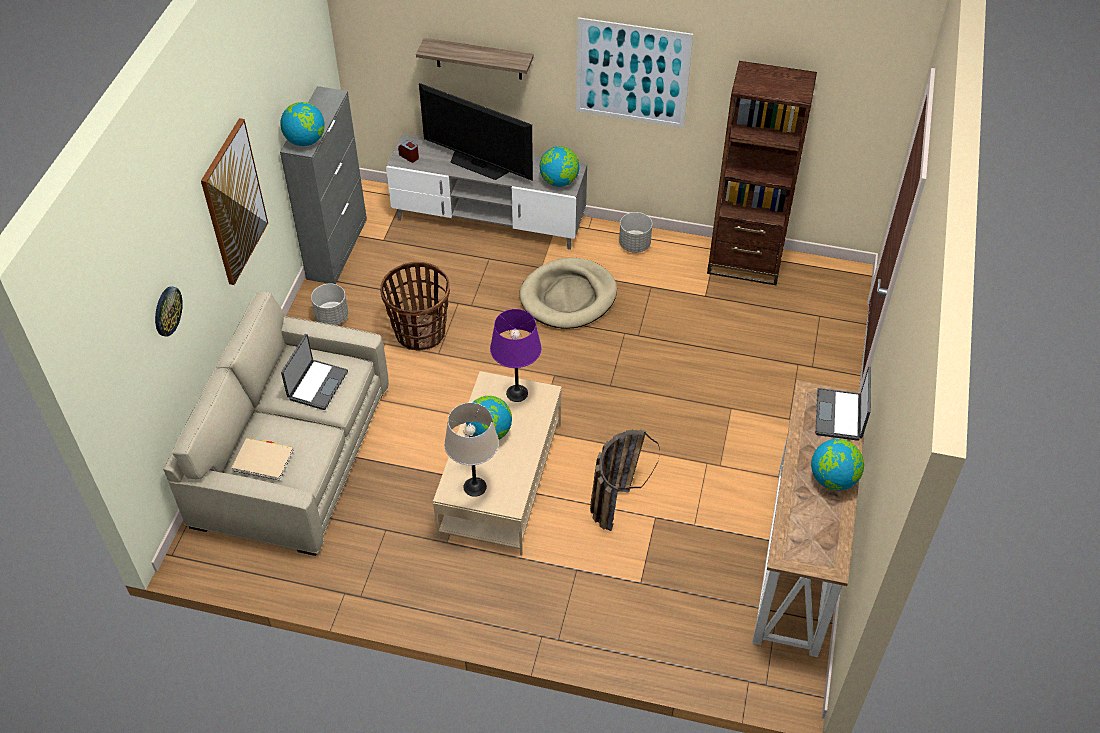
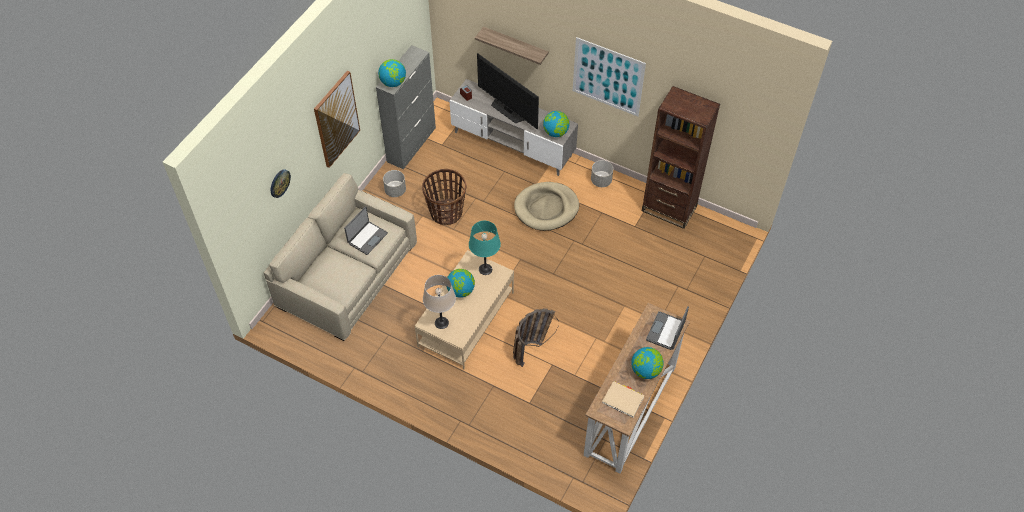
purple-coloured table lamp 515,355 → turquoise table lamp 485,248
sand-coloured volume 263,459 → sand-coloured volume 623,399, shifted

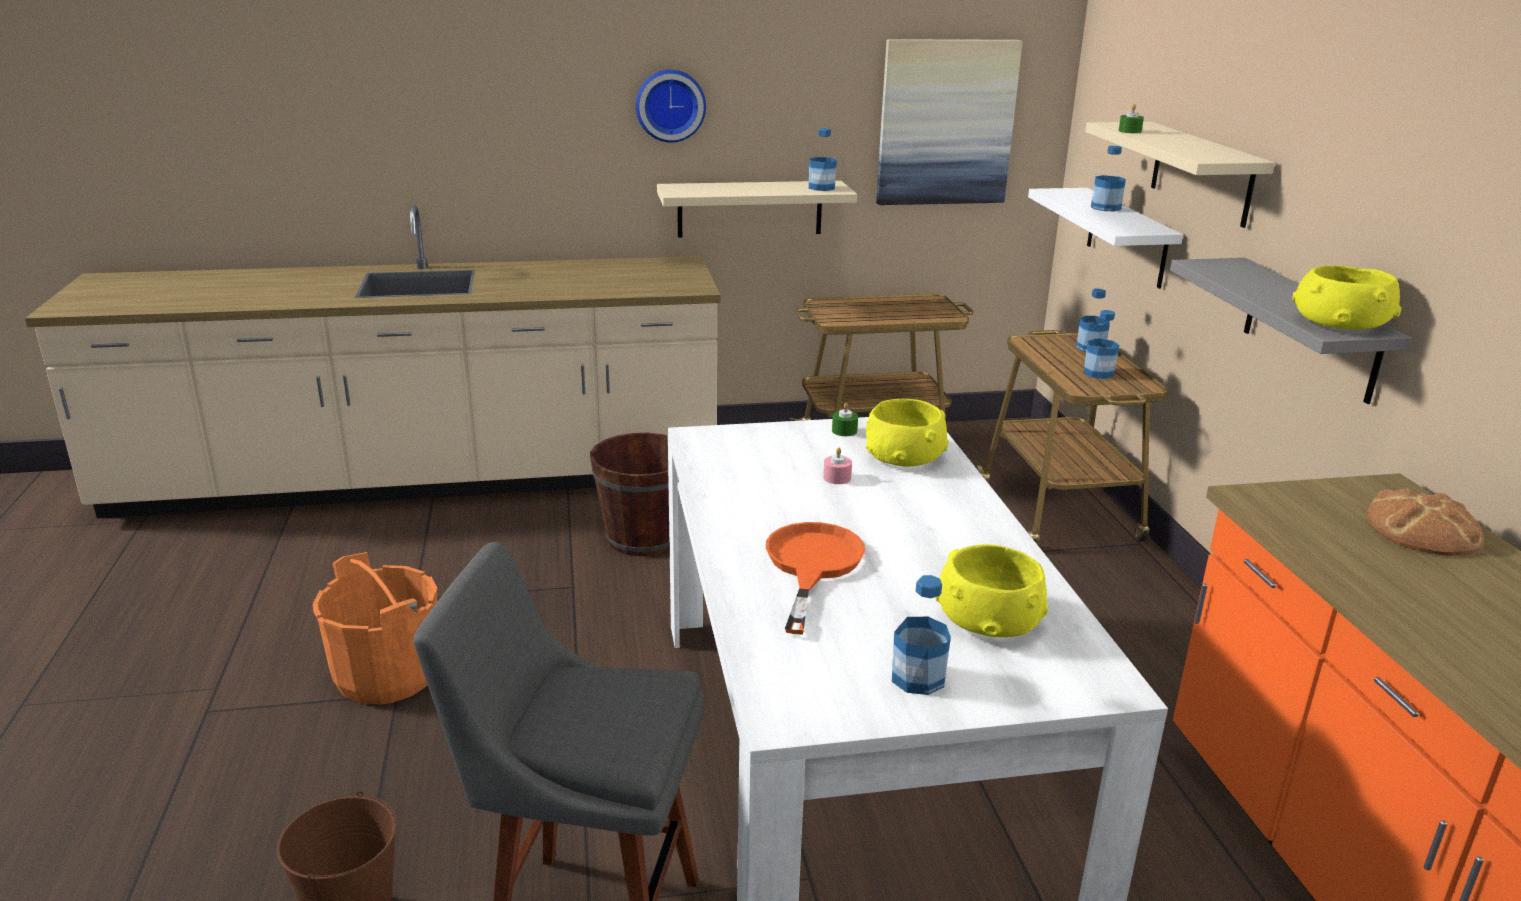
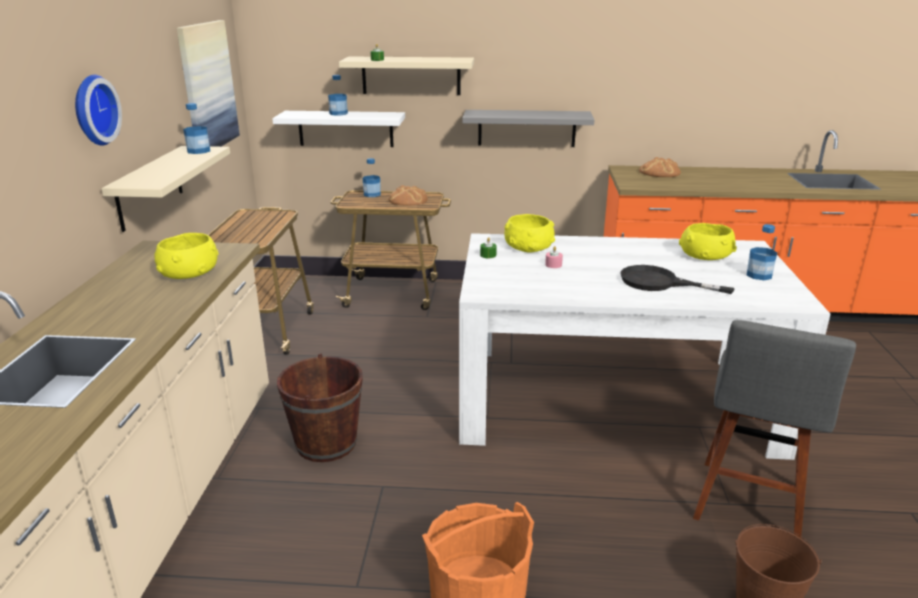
yellow bowl 1347,297 → yellow bowl 186,256, shifted
beverage bottle 1101,344 → bakery bread 408,195
orangey pan 815,578 → black-coloured pan 677,279

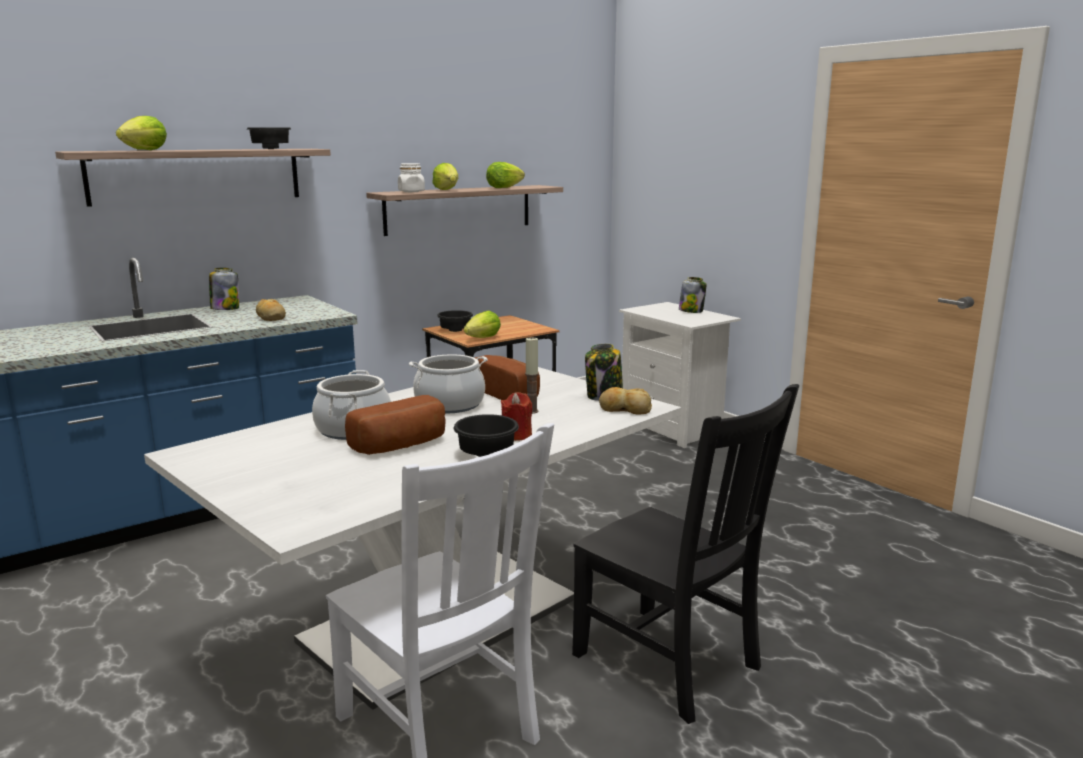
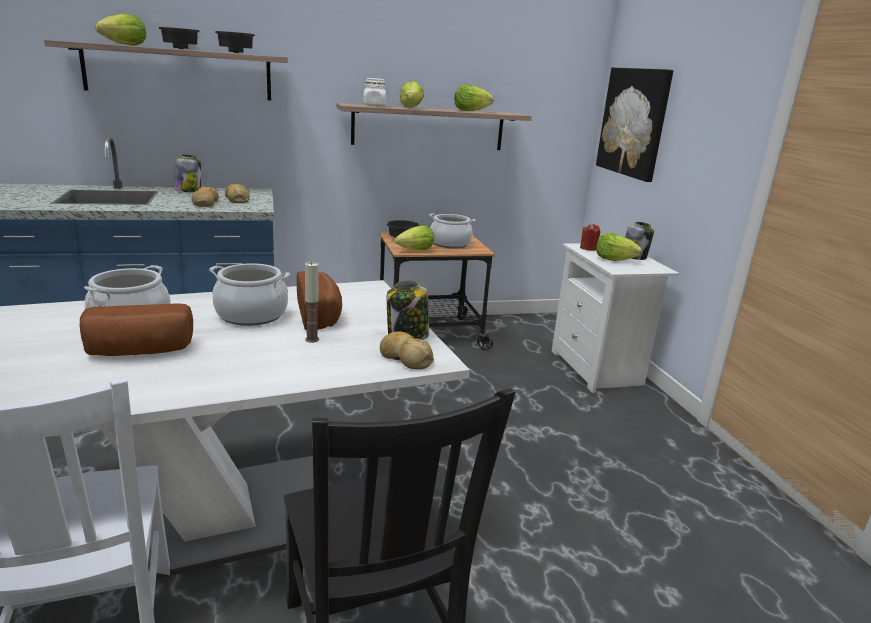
black-coloured bowl 486,435 → black-coloured bowl 179,38, shifted
- → bakery bread 237,193
- → stockpot 452,231
reddish candle 516,416 → reddish candle 590,237, shifted
- → wall art 635,125
- → head of lettuce 619,247

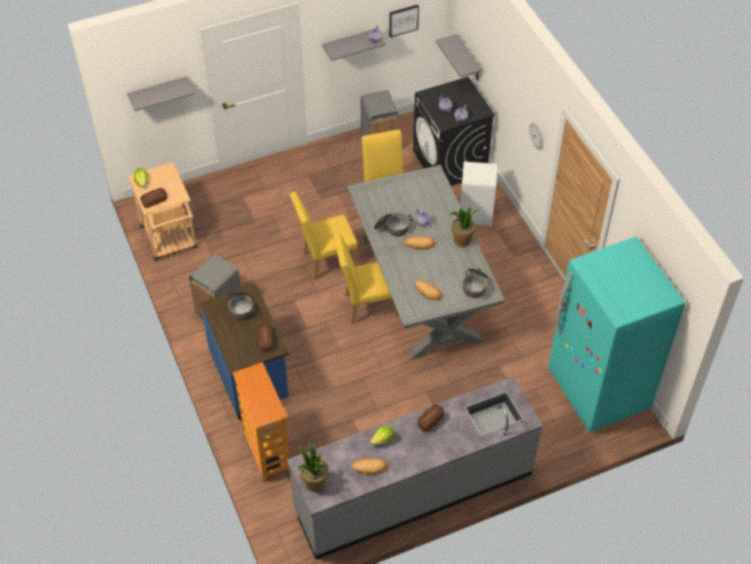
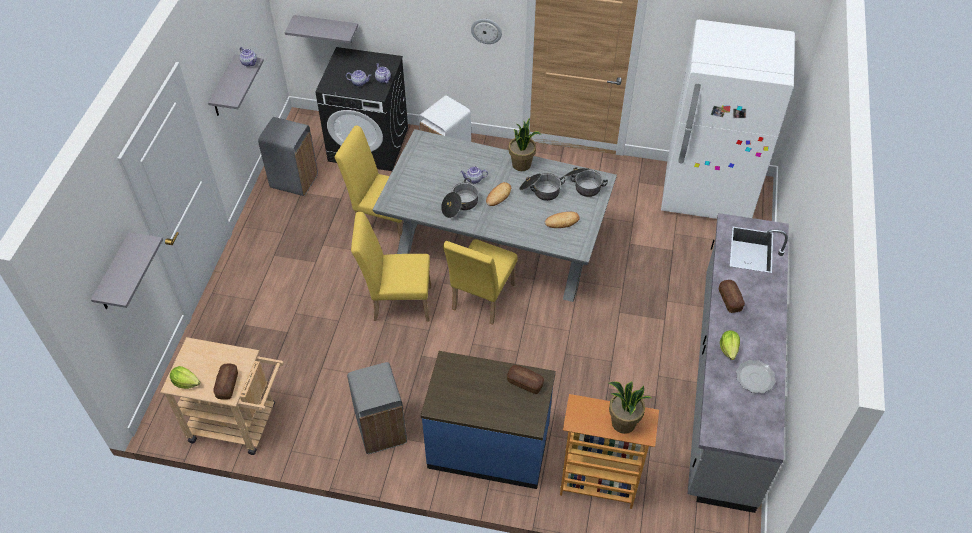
yellow upright chair 323,236 → yellow upright chair 391,267, 75 degrees clockwise
stockpot 240,305 → stockpot 542,187, shifted
potted plant 313,467 → potted plant 630,407, shifted
turquoise fridge 616,335 → white fridge 728,119
bakery bread 370,466 → flat dish 756,376
wall art 404,21 → -

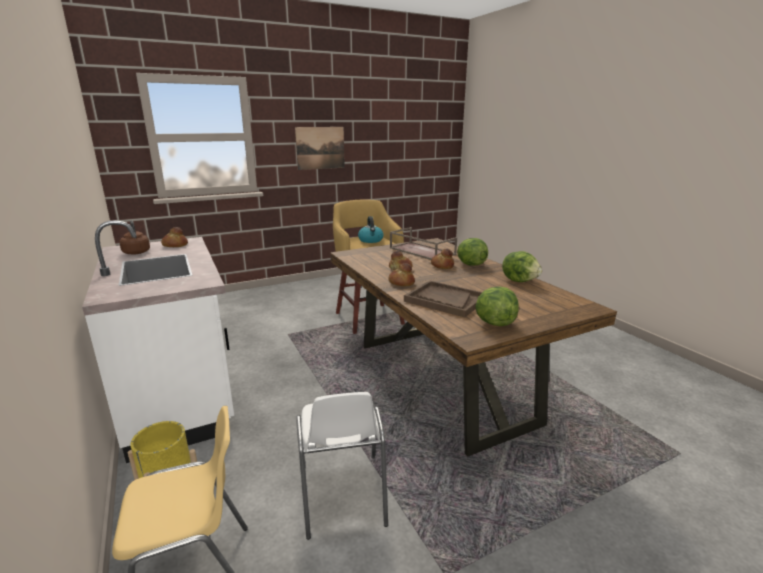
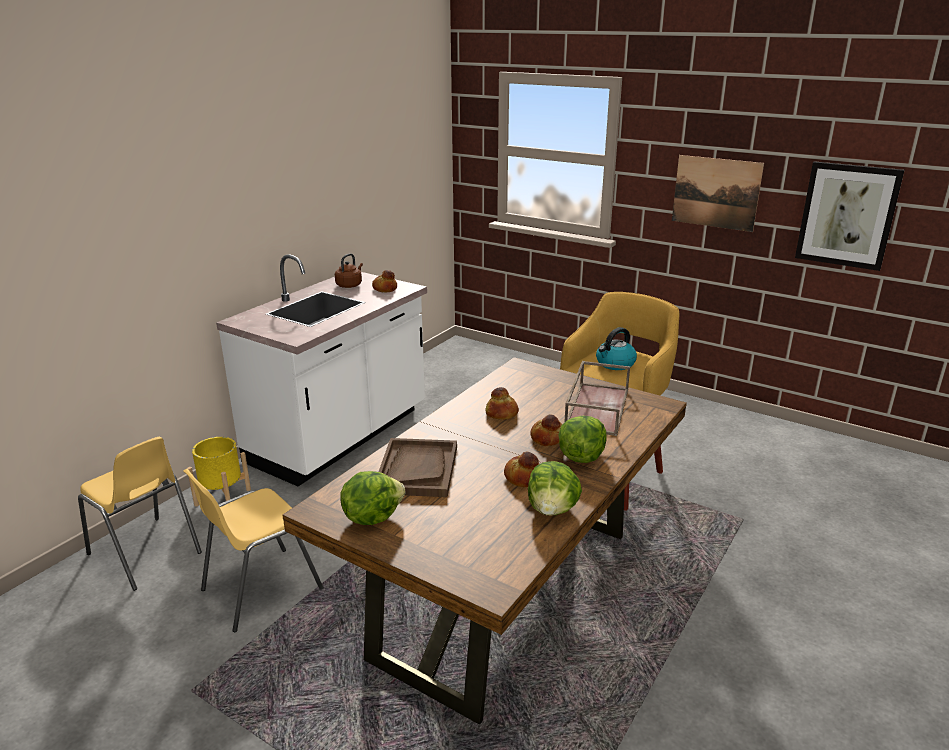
white upright chair 342,466 → yellow upright chair 253,550
bakery bread 401,274 → bakery bread 521,469, shifted
- → wall art 849,216

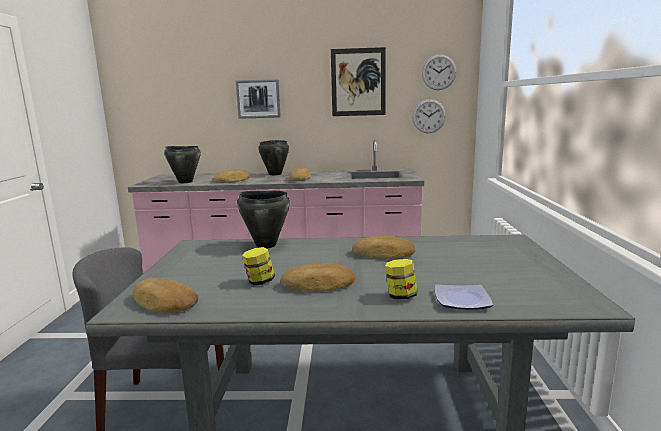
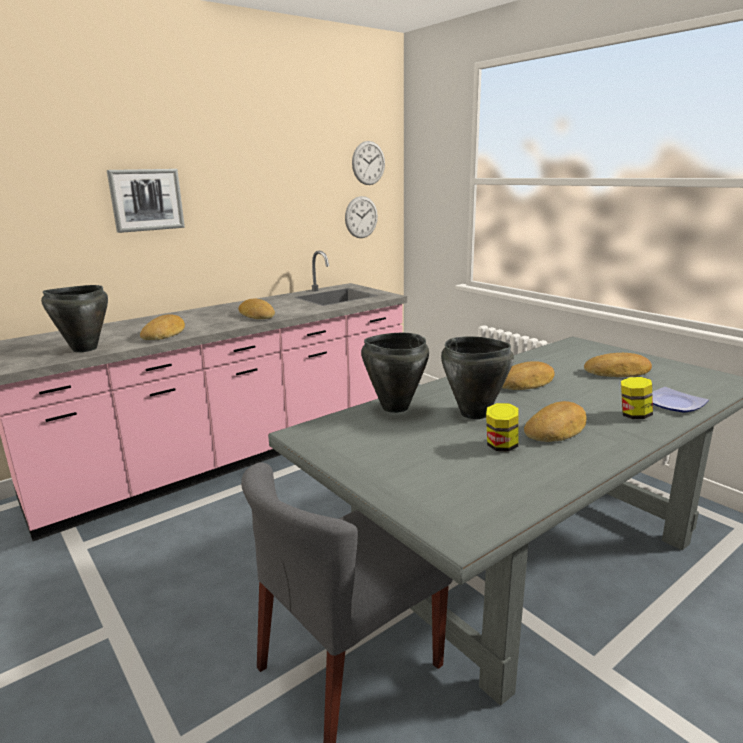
black-coloured stockpot 273,157 → black-coloured stockpot 477,377, shifted
bakery bread 165,295 → bakery bread 618,365, shifted
wall art 358,81 → -

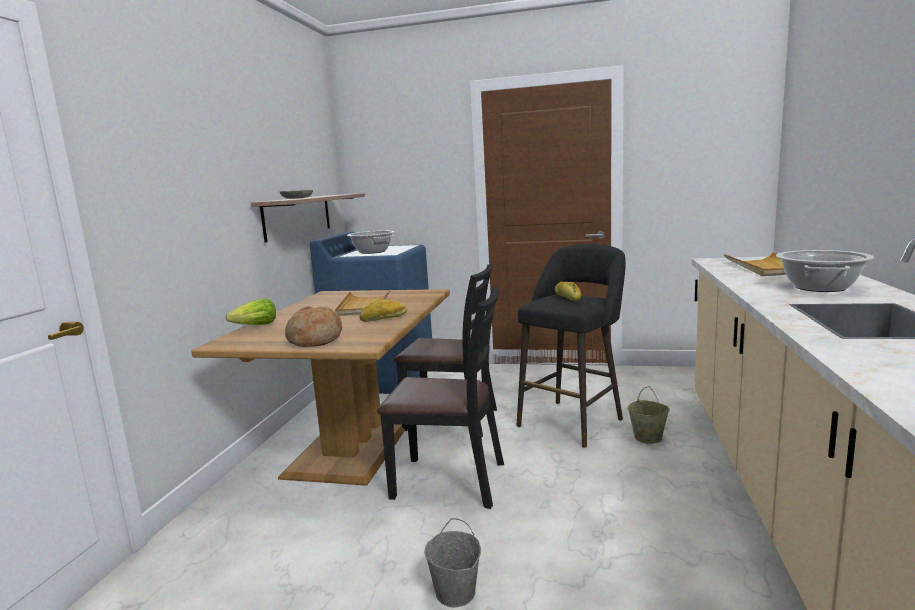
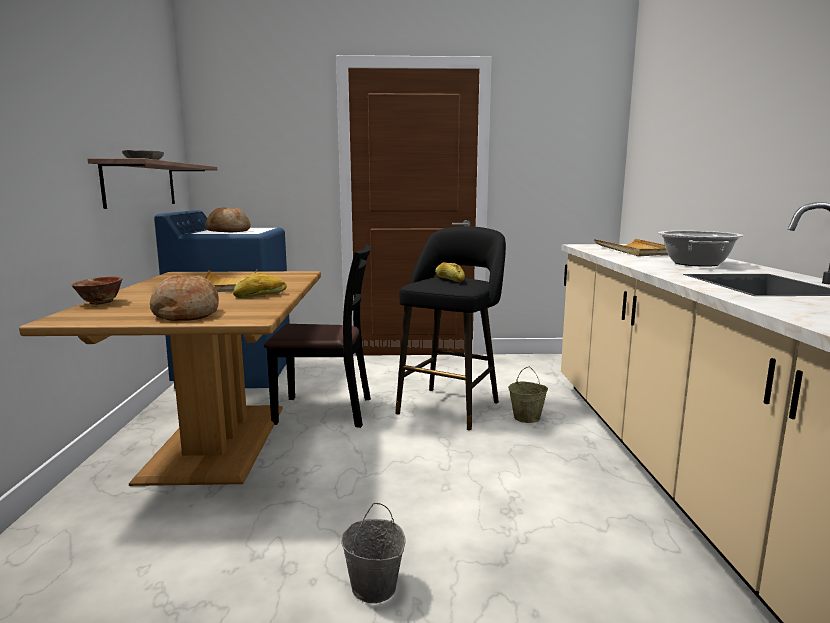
head of lettuce 251,311 → bowl 96,291
stockpot 371,242 → bakery bread 227,219
black-coloured upright chair 440,397 → -

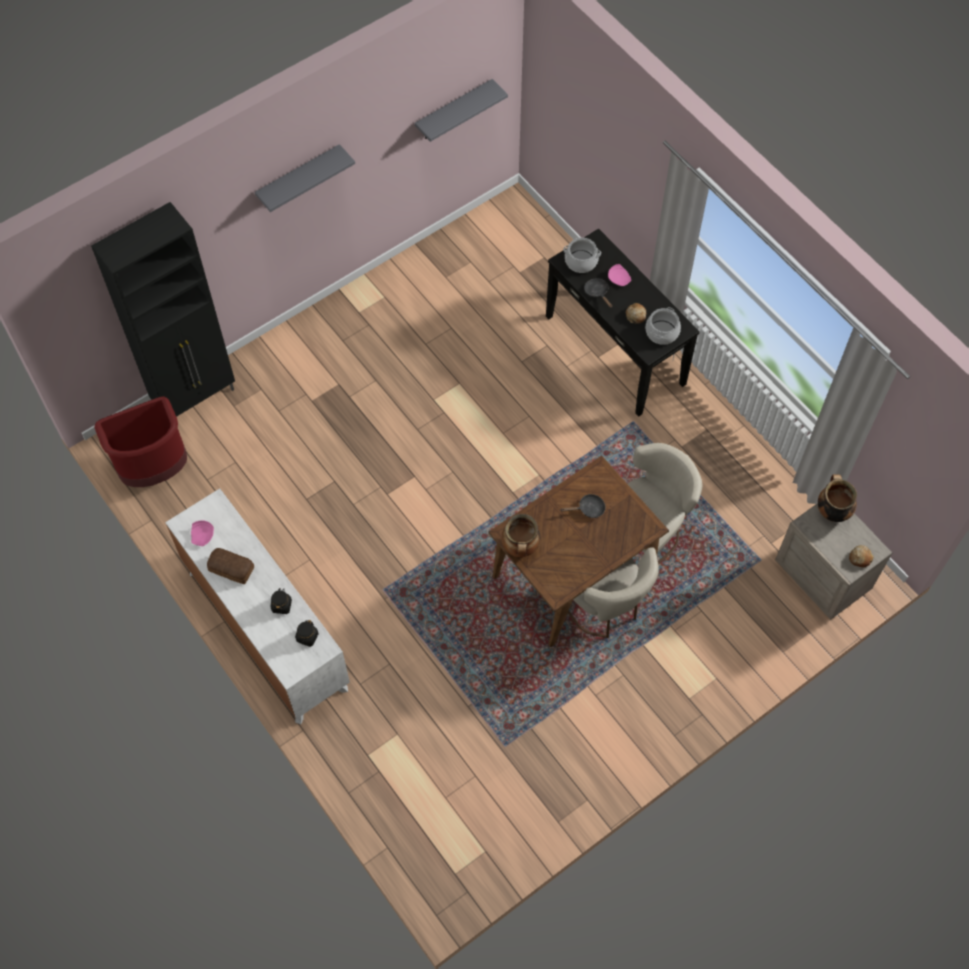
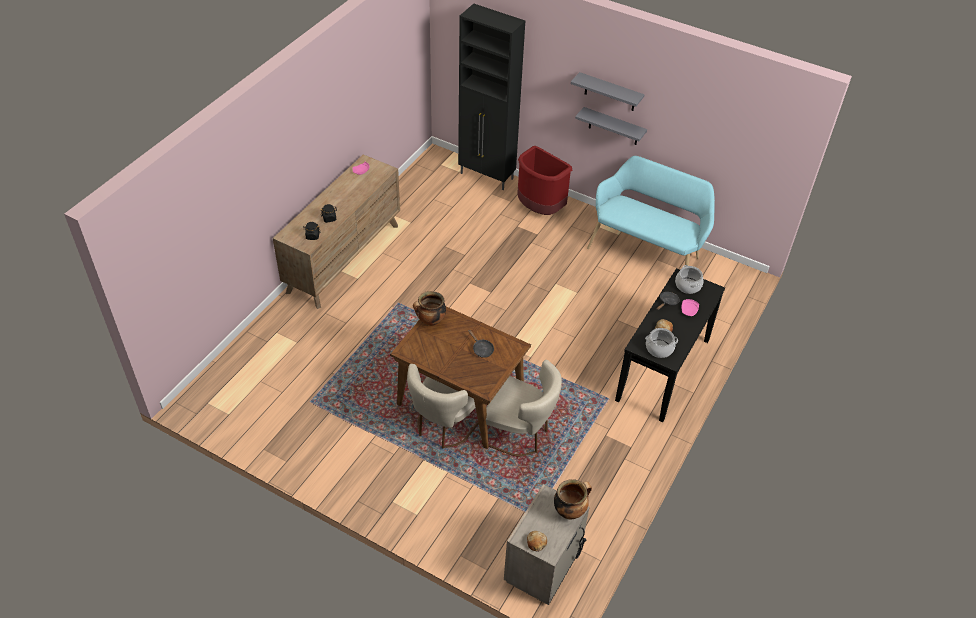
white dresser 257,606 → brownish dresser 336,232
reddish trash can 140,441 → reddish trash can 544,180, shifted
gray shelf 461,110 → gray shelf 611,126, shifted
- → turquoise long seat 651,211
bakery bread 230,566 → -

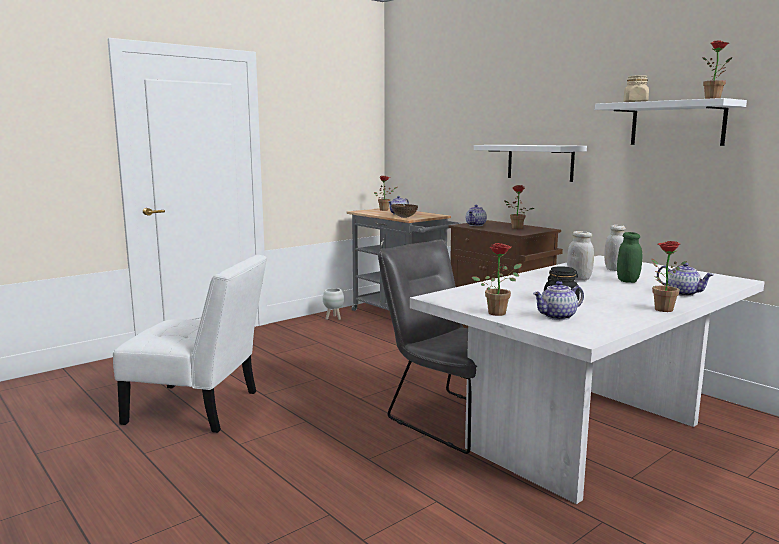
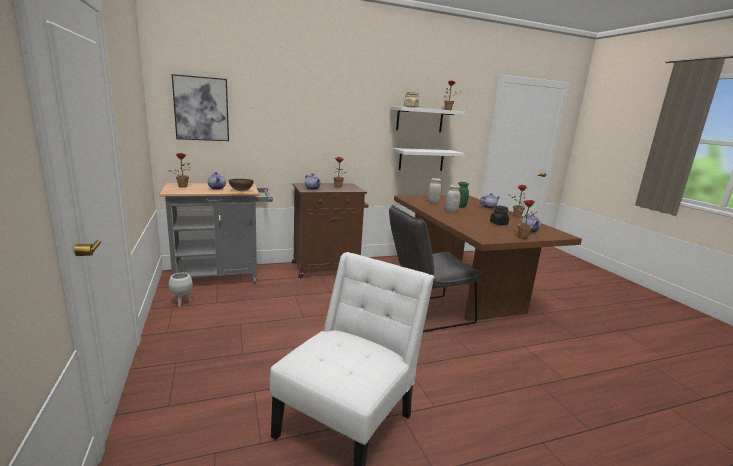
- → wall art 200,107
white shelf 530,163 → white shelf 429,159, shifted
white dinner table 587,379 → brownish dinner table 488,258

